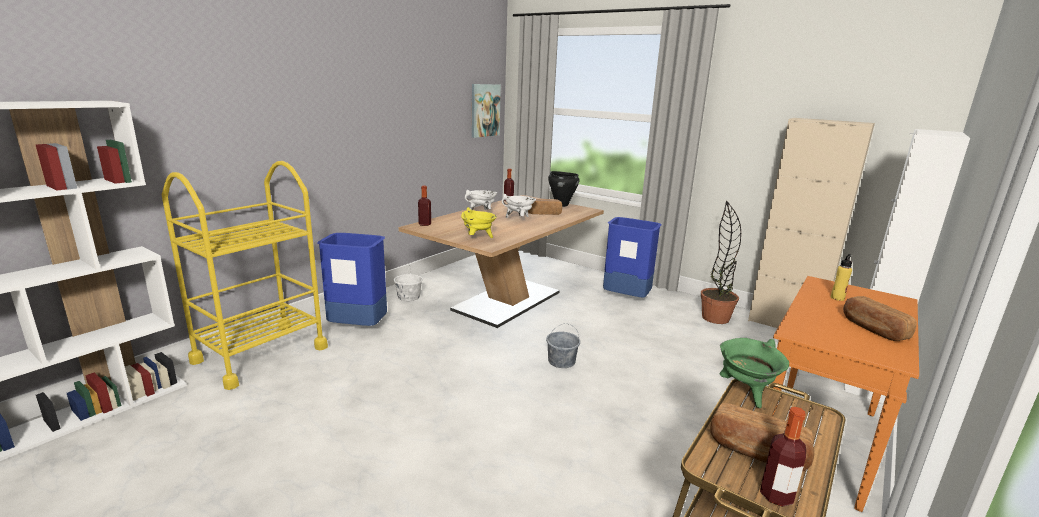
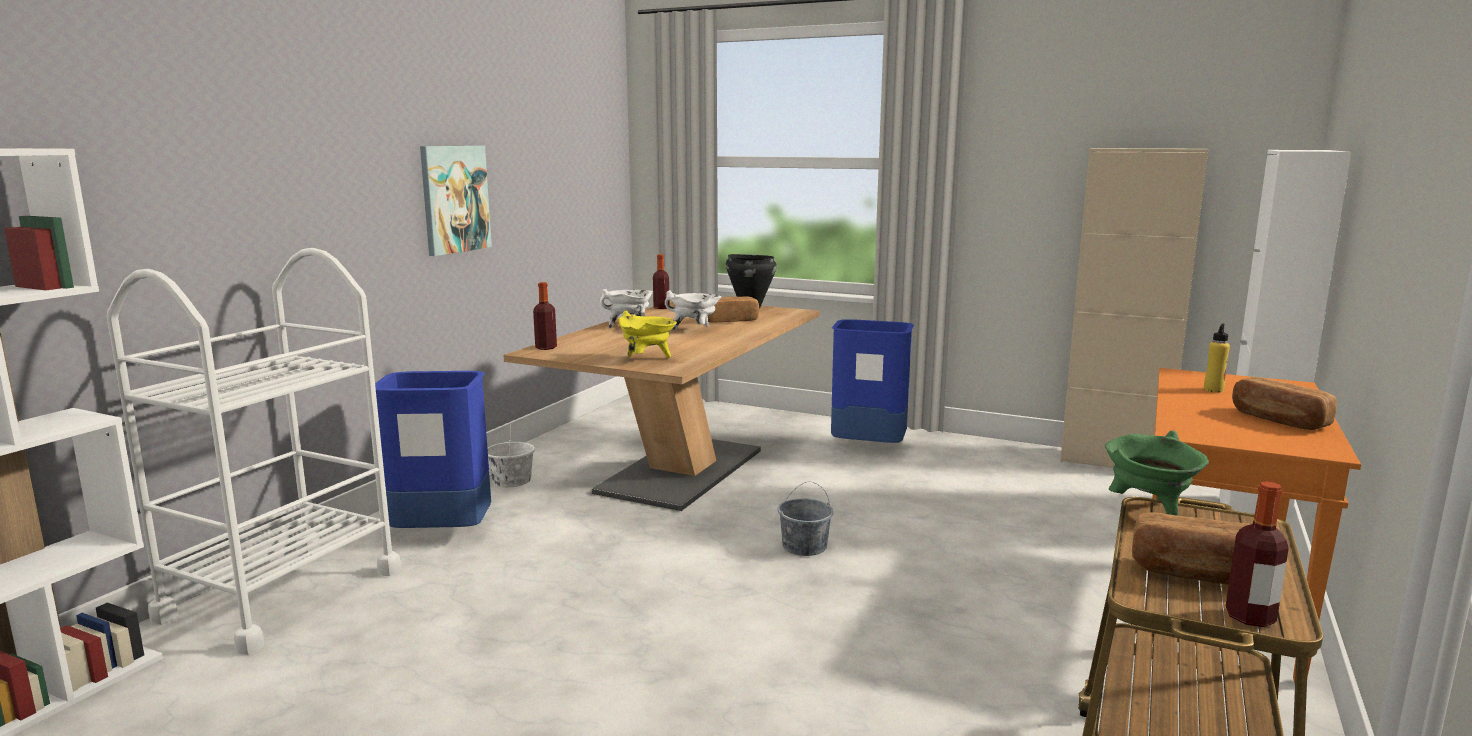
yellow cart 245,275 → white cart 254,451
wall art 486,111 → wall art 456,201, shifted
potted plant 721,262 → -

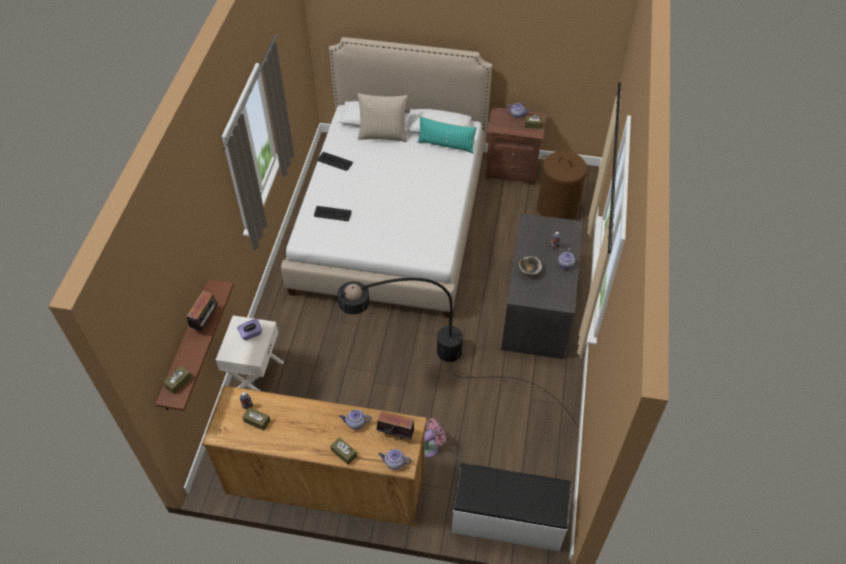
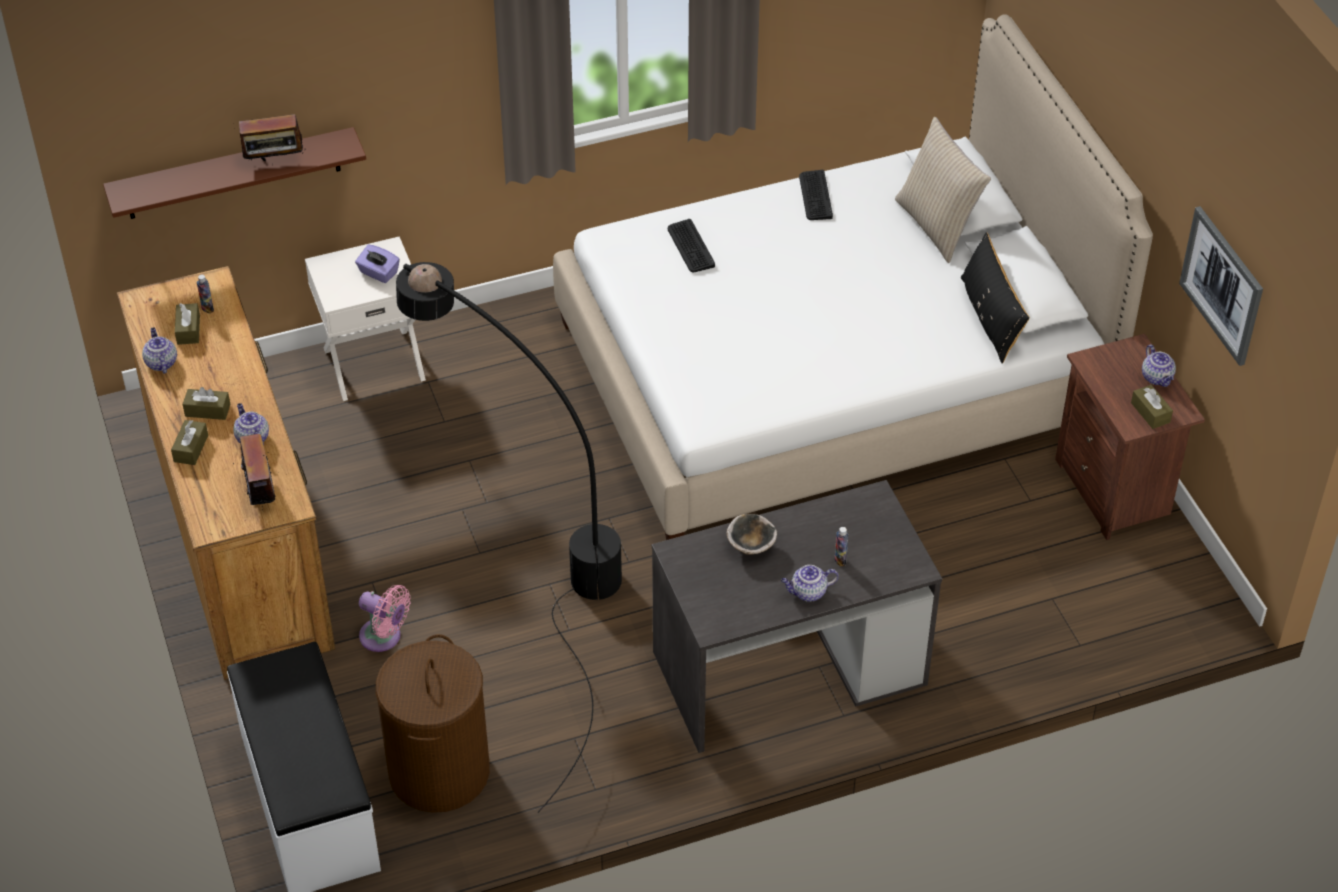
pot for tea 394,459 → pot for tea 159,351, shifted
brownish tissue box 177,380 → brownish tissue box 206,403, shifted
brownish washing basket 563,185 → brownish washing basket 433,723, shifted
turquoise cushion 447,135 → black-coloured cushion 995,298
- → wall art 1221,286

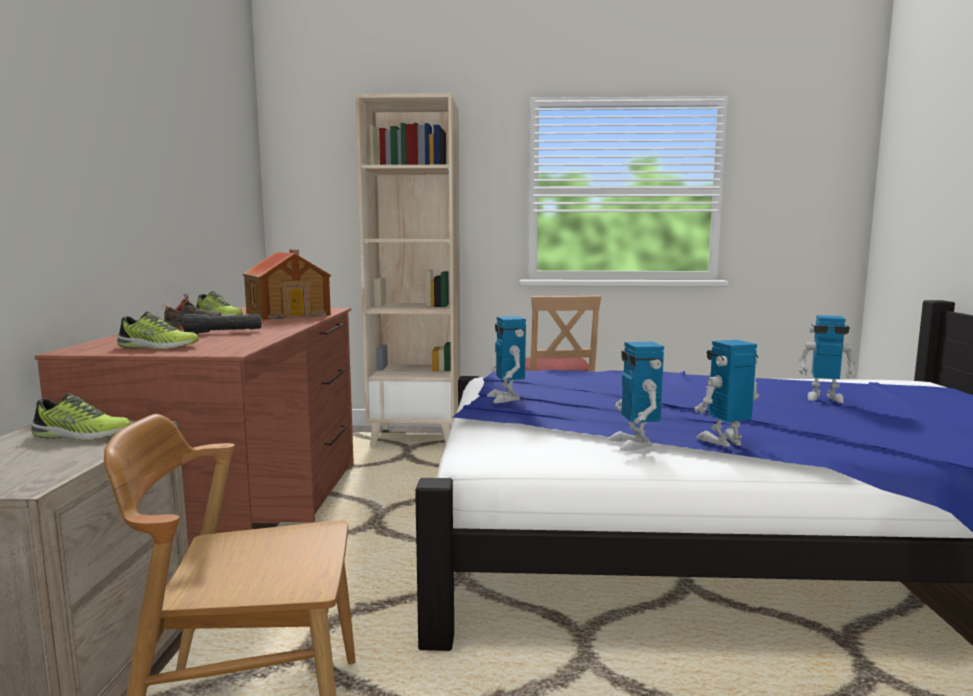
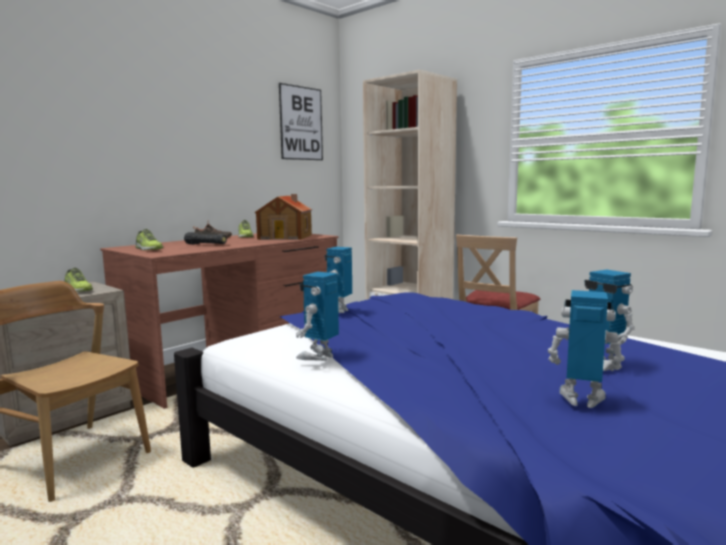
- → wall art 301,121
toy robot 727,393 → toy robot 586,349, shifted

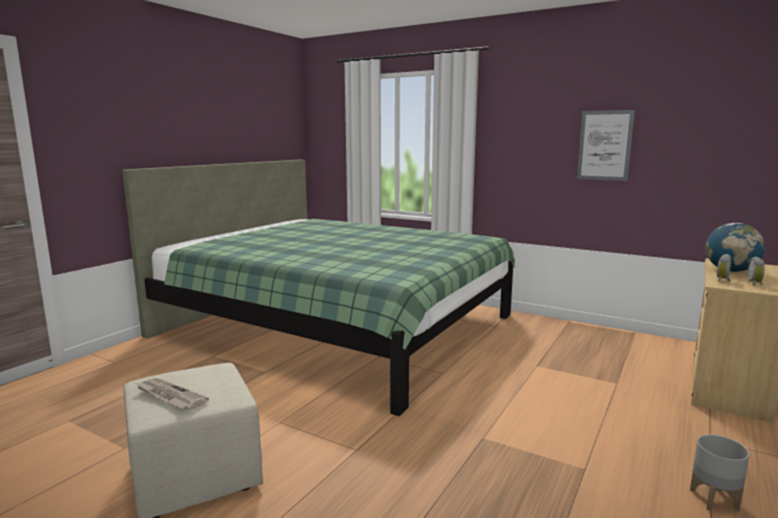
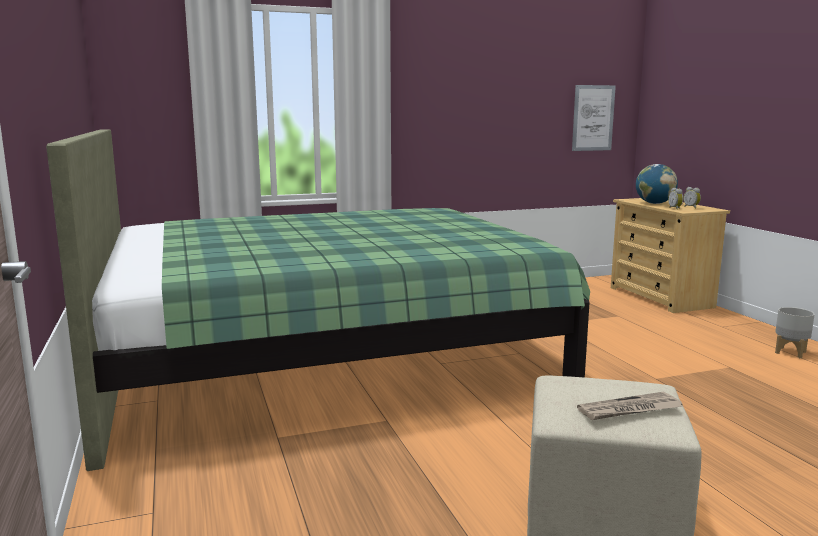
wall art 606,145 → wall art 594,118, shifted

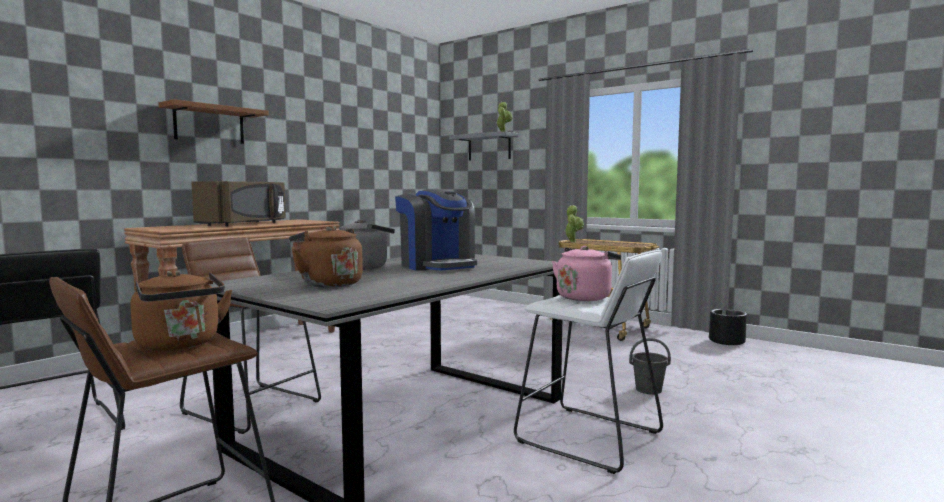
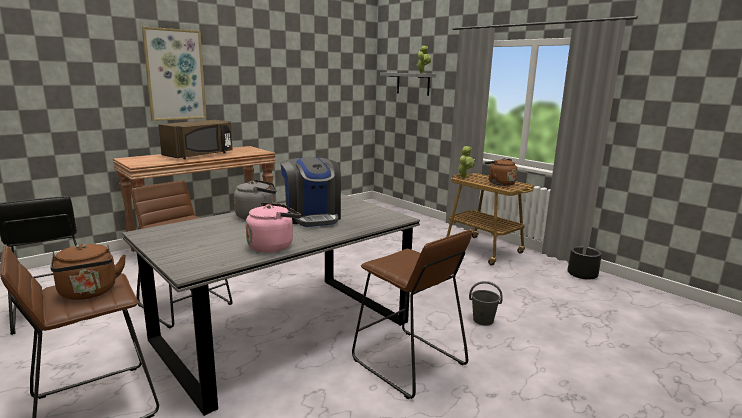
brownish shelf 214,121 → wall art 174,74
pink-coloured tea kettle 586,273 → pink-coloured tea kettle 273,227, shifted
white sitting stool 588,362 → brownish sitting stool 412,315
brownish tea kettle 326,256 → brownish tea kettle 501,172, shifted

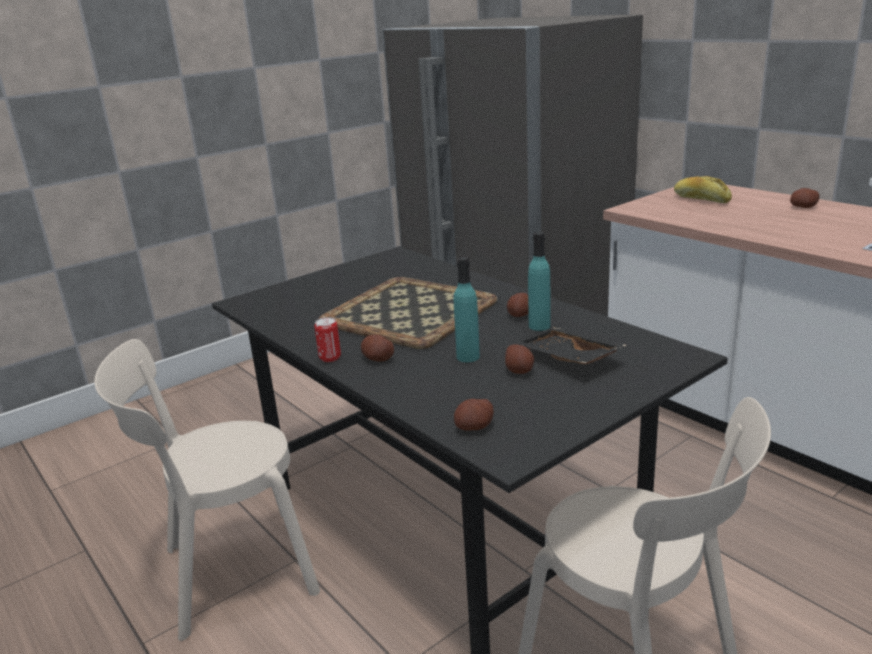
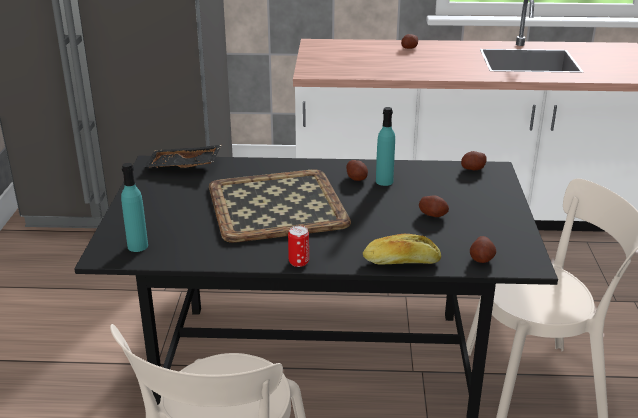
turquoise beverage bottle 467,309 → turquoise beverage bottle 134,207, shifted
black-coloured tray 570,346 → black-coloured tray 182,156, shifted
bakery bread 703,189 → bakery bread 402,249, shifted
potato 377,348 → potato 474,160, shifted

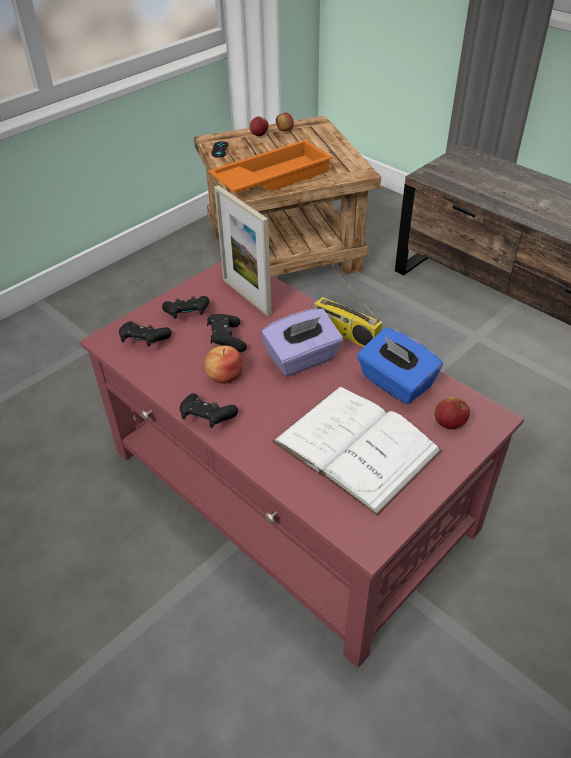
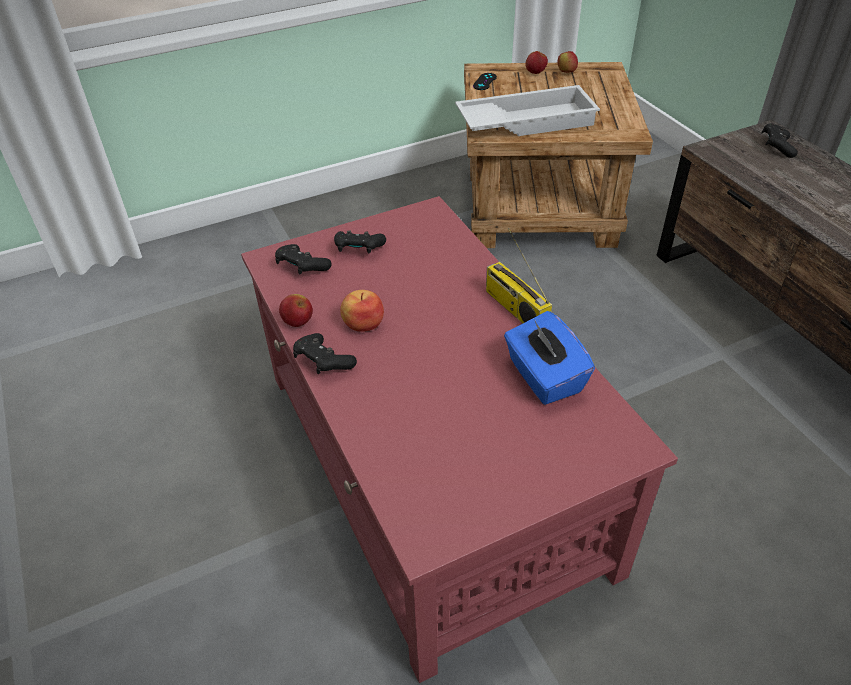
apple 452,413 → apple 296,310, shifted
orangey tray 271,166 → white tray 527,110
black-coloured gamepad 227,333 → black-coloured gamepad 779,140, shifted
picture frame 243,250 → -
purple-coloured tissue box 302,342 → -
white volume 357,451 → -

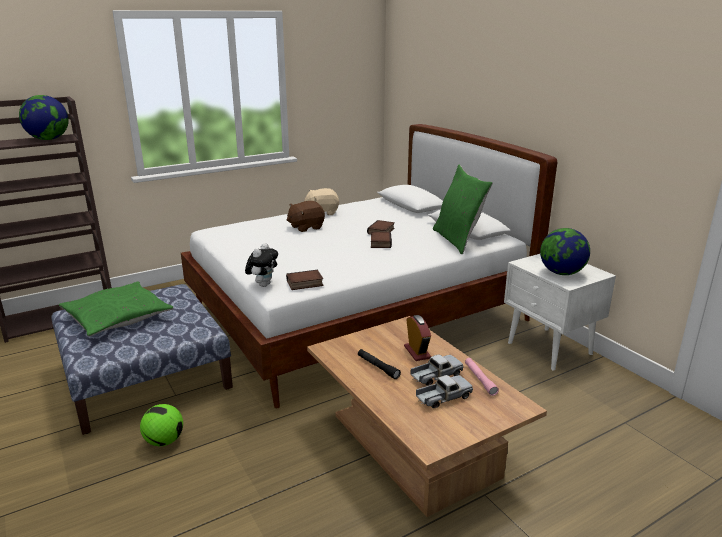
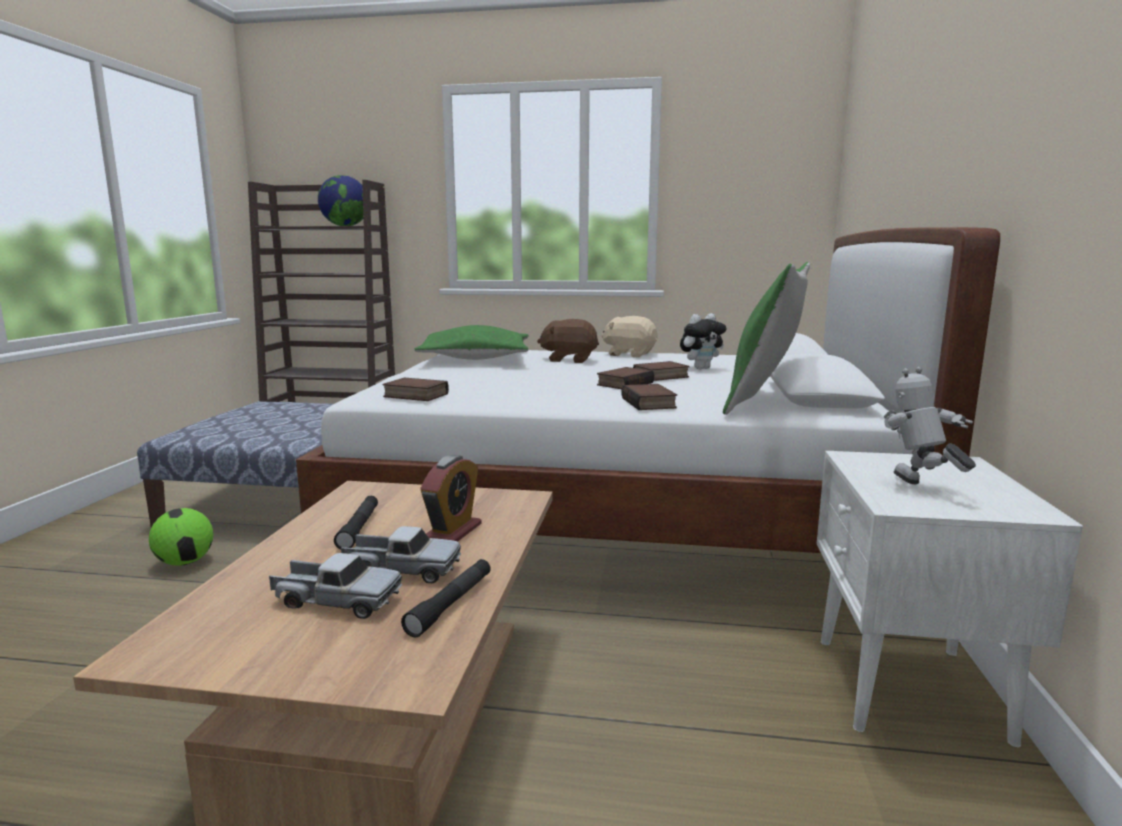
pink-coloured hand torch 482,377 → black-coloured hand torch 446,598
green cushion 116,309 → green cushion 472,342, shifted
- → volume 649,397
soft toy 261,265 → soft toy 703,341, shifted
world globe 565,251 → toy robot 930,425

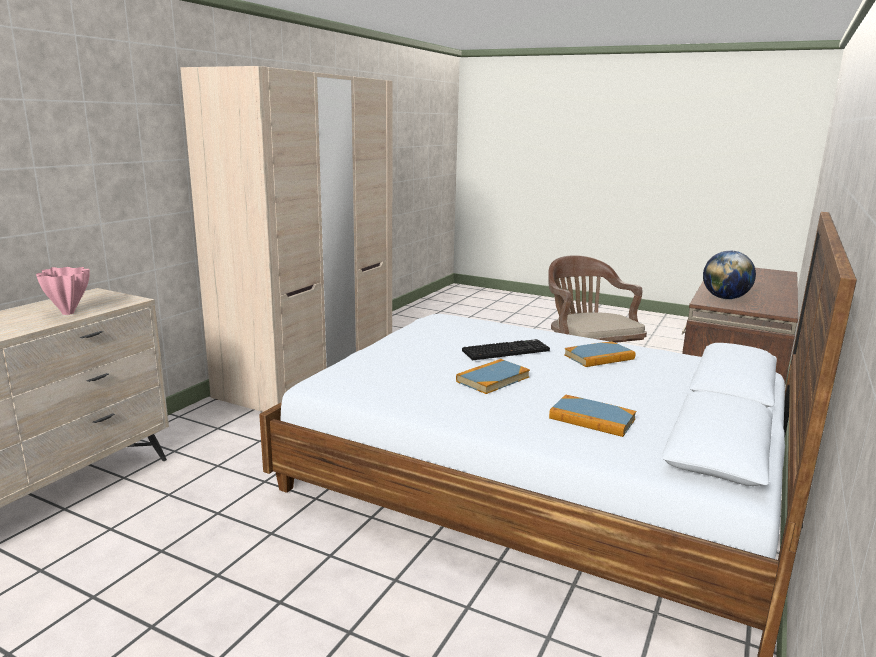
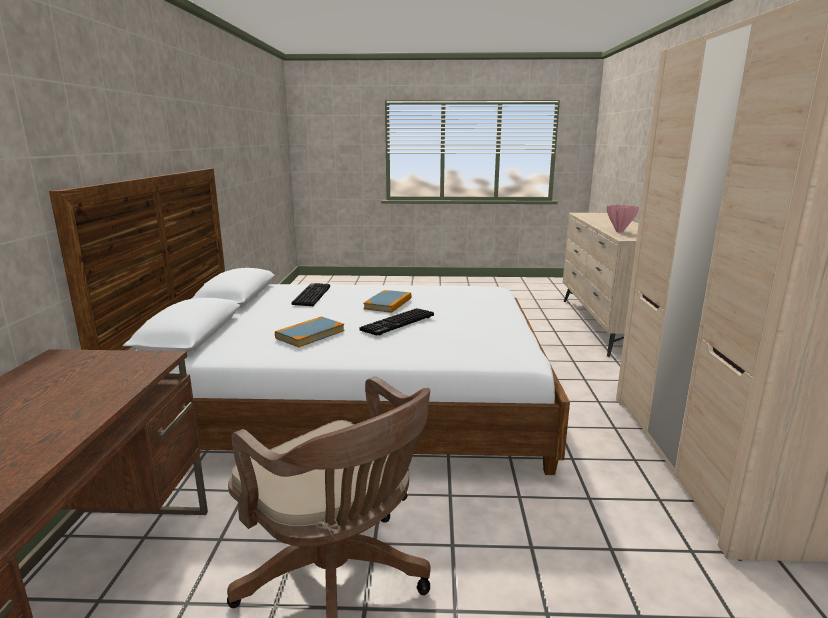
volume 592,416 → computer keyboard 311,294
world globe 729,274 → -

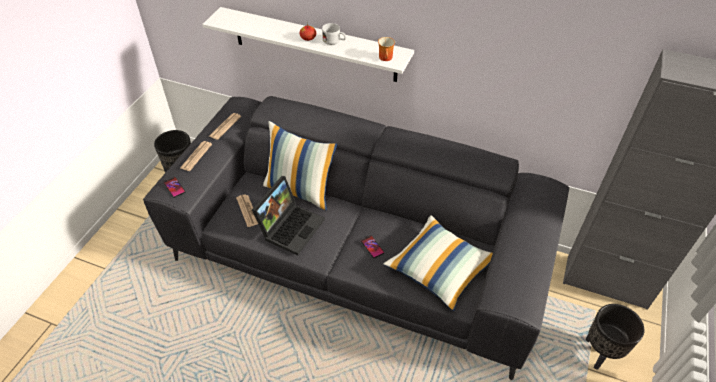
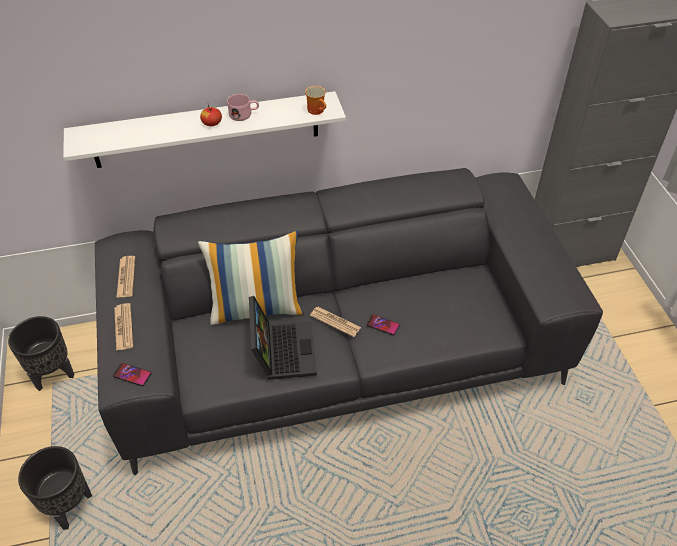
black-coloured planter 614,337 → black-coloured planter 55,488, shifted
white mug 334,34 → pink-coloured mug 243,107
printed paper 247,211 → printed paper 335,322, shifted
cushion 438,263 → -

